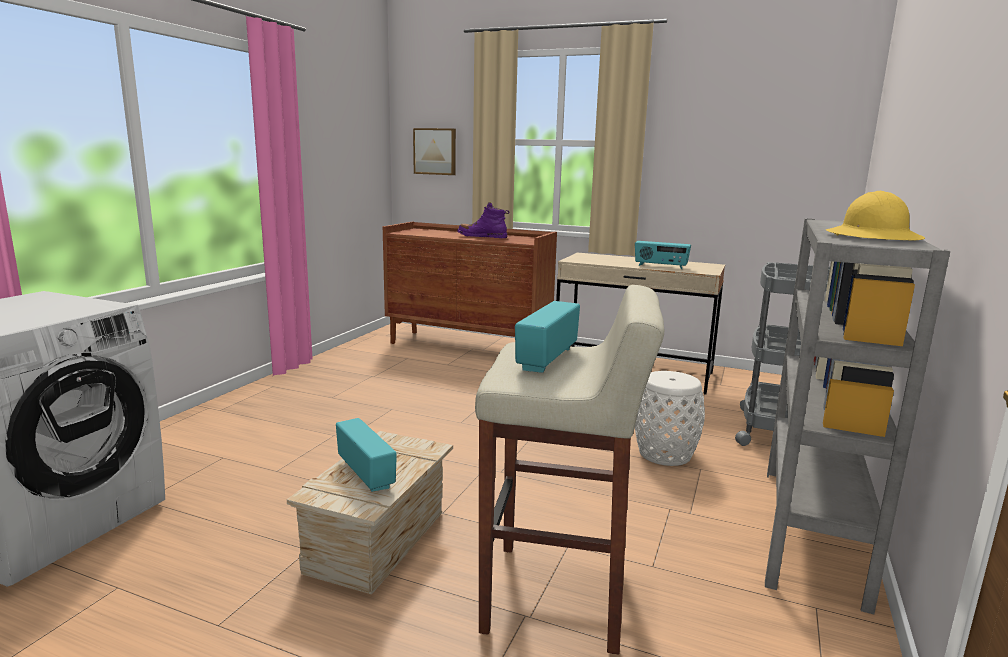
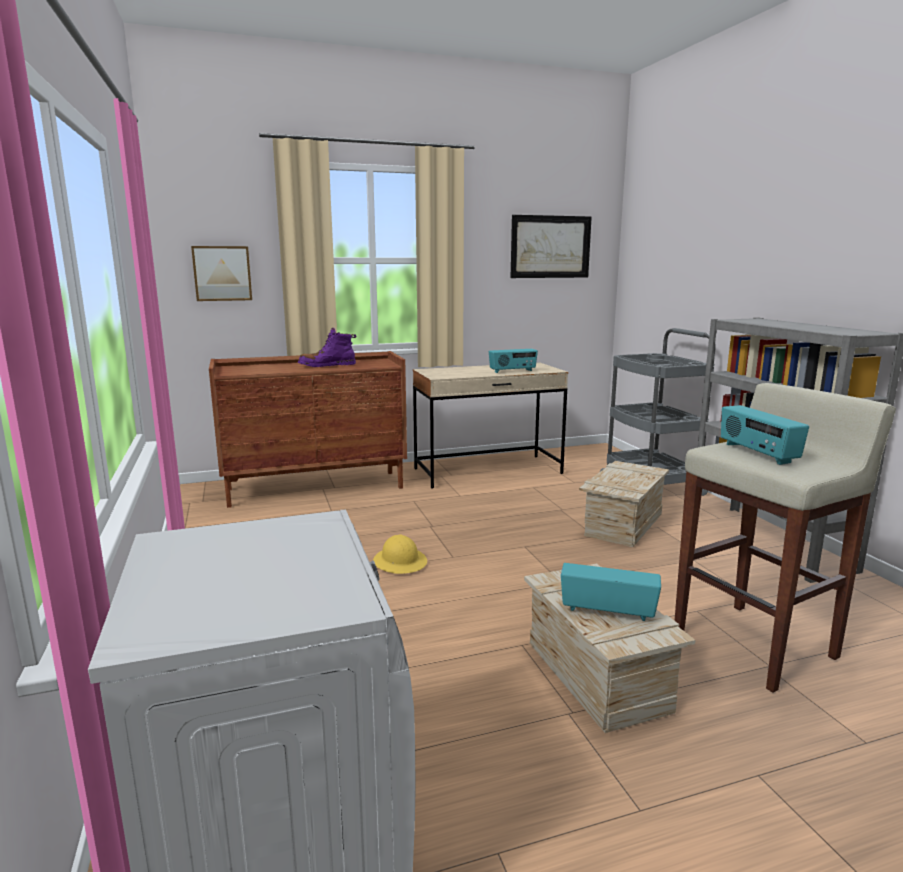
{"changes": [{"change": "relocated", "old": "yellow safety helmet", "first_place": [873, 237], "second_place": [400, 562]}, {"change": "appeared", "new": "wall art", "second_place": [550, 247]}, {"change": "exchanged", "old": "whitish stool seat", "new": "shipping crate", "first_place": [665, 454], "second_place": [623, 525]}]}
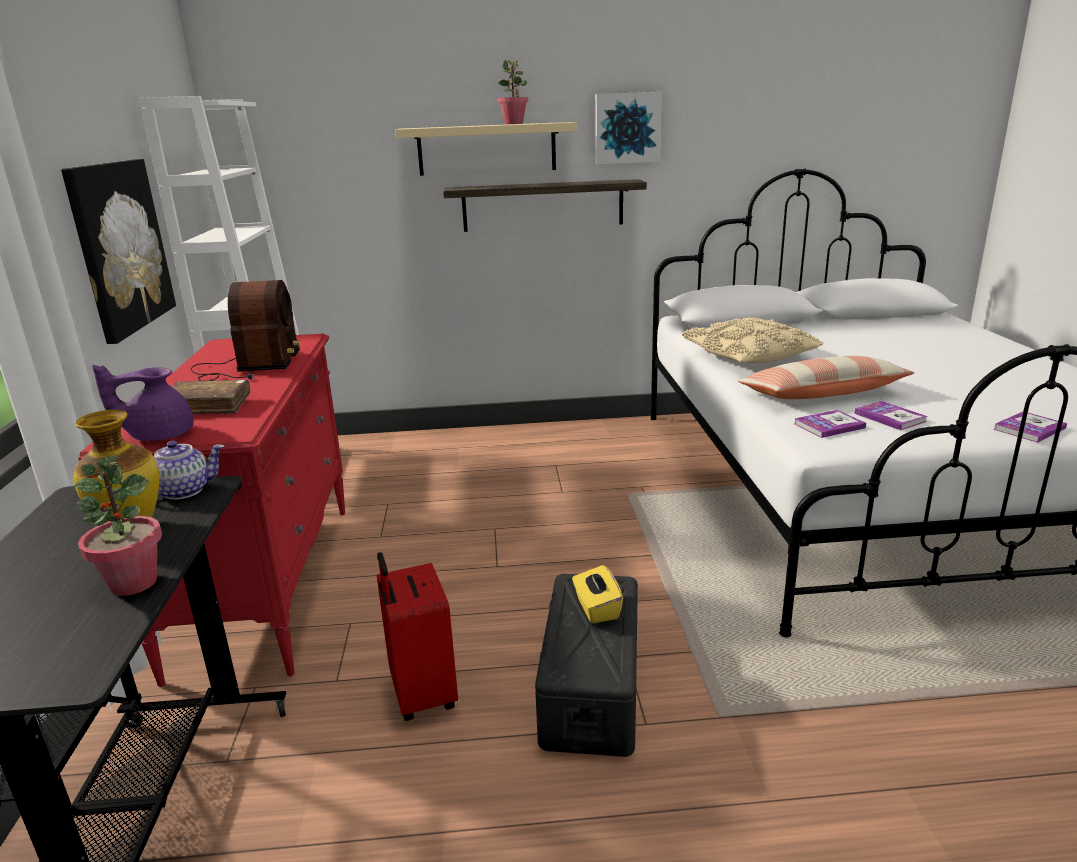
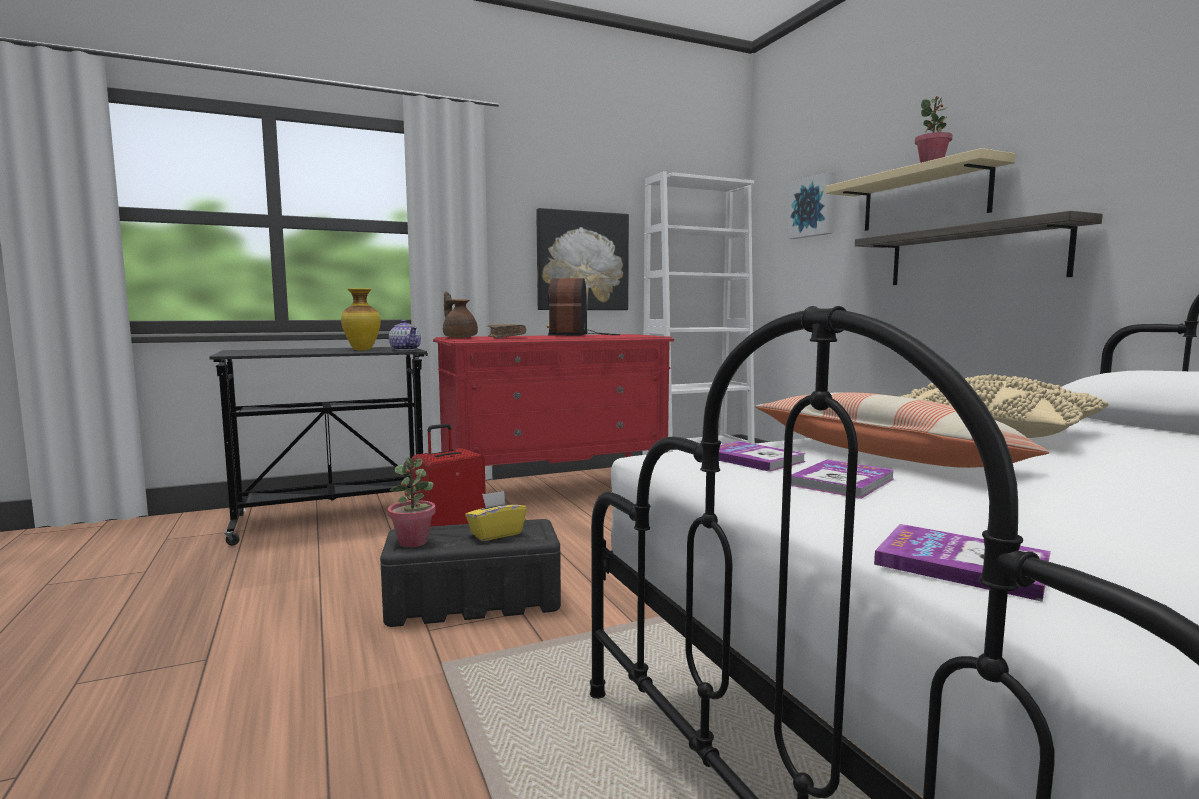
{"changes": [{"change": "relocated", "old": "potted plant", "first_place": [133, 583], "second_place": [413, 542]}, {"change": "colour", "old": "purplish tea pot", "new": "brownish tea pot", "first_place": [159, 435], "second_place": [459, 337]}, {"change": "spun", "old": "radio", "first_place": [249, 367], "second_place": [581, 336], "degrees": 120}, {"change": "relocated", "old": "wall art", "first_place": [627, 128], "second_place": [813, 207]}]}
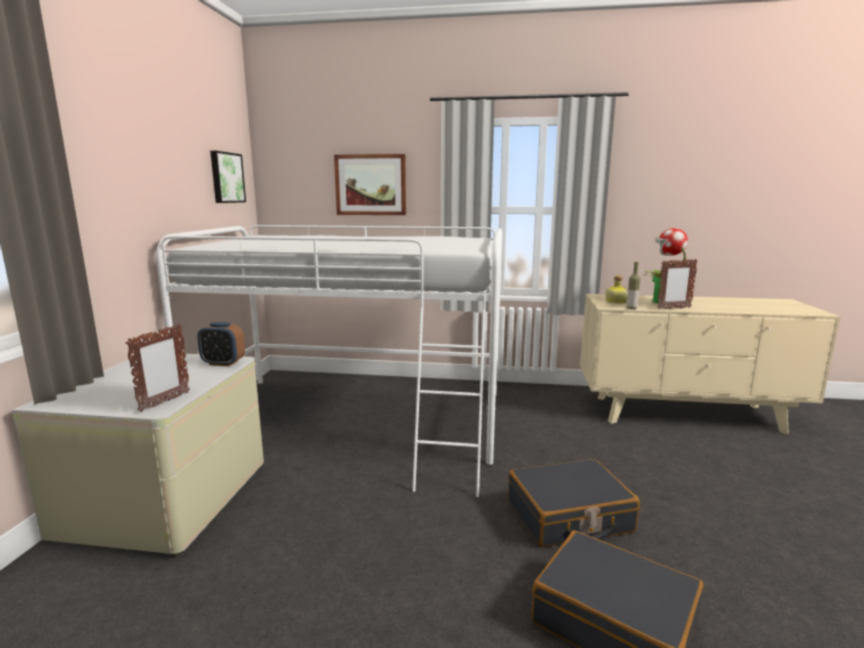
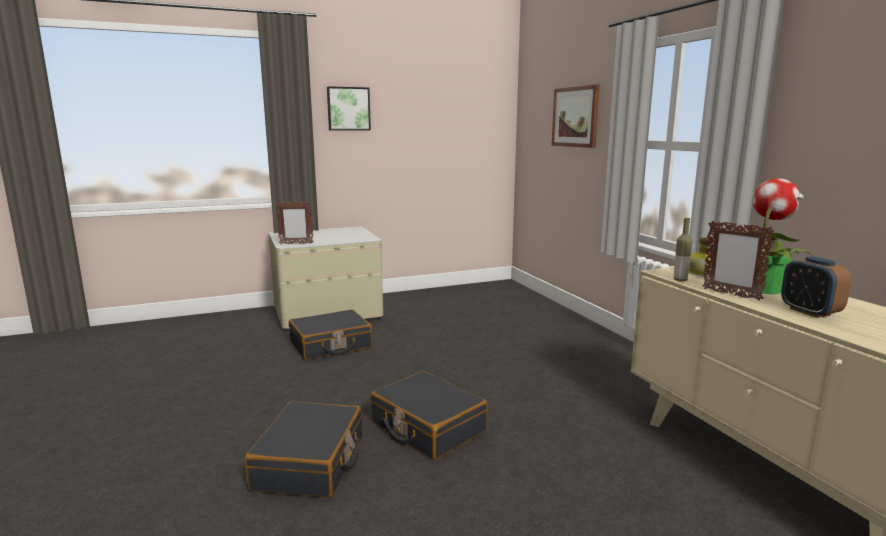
{"changes": [{"change": "appeared", "new": "black-coloured piece of luggage", "second_place": [331, 345]}, {"change": "relocated", "old": "wall art", "first_place": [226, 177], "second_place": [348, 109]}, {"change": "relocated", "old": "alarm clock", "first_place": [223, 363], "second_place": [809, 312]}, {"change": "missing", "old": "whitish bed", "first_place": [357, 417]}]}
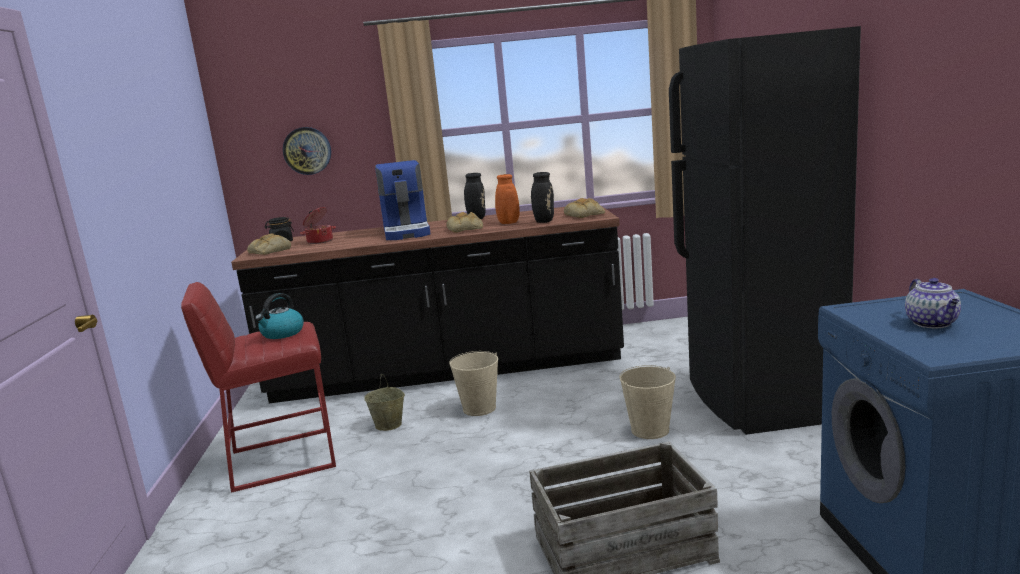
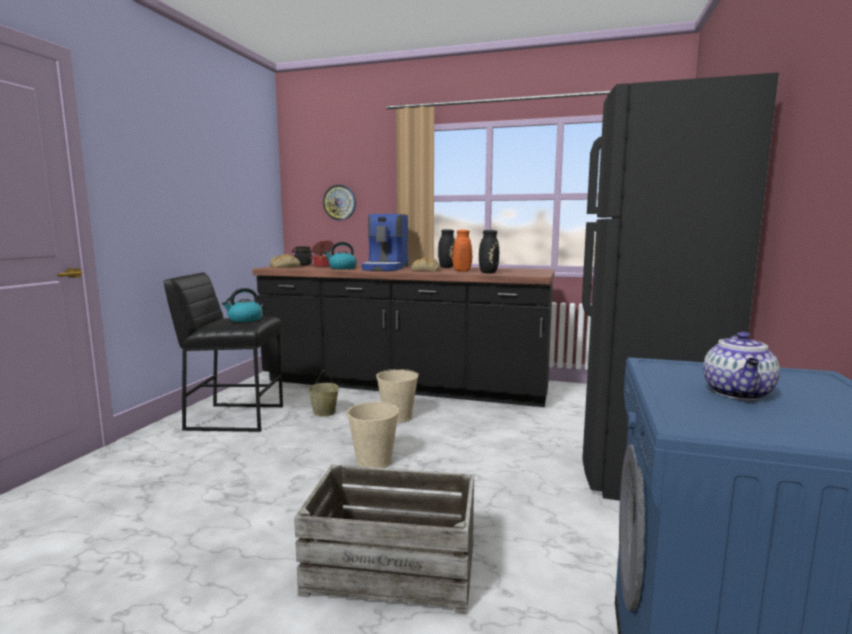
{"changes": [{"change": "colour", "old": "reddish stool seat", "new": "black-coloured stool seat", "first_place": [280, 459], "second_place": [234, 417]}, {"change": "appeared", "new": "kettle", "second_place": [342, 268]}, {"change": "relocated", "old": "beige-coloured pail", "first_place": [650, 430], "second_place": [374, 462]}, {"change": "missing", "old": "baked bread", "first_place": [585, 214]}]}
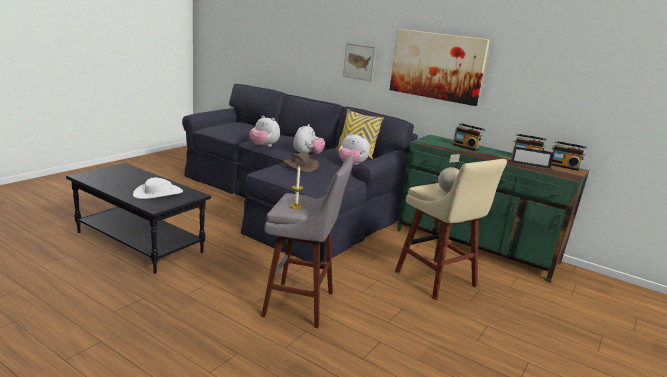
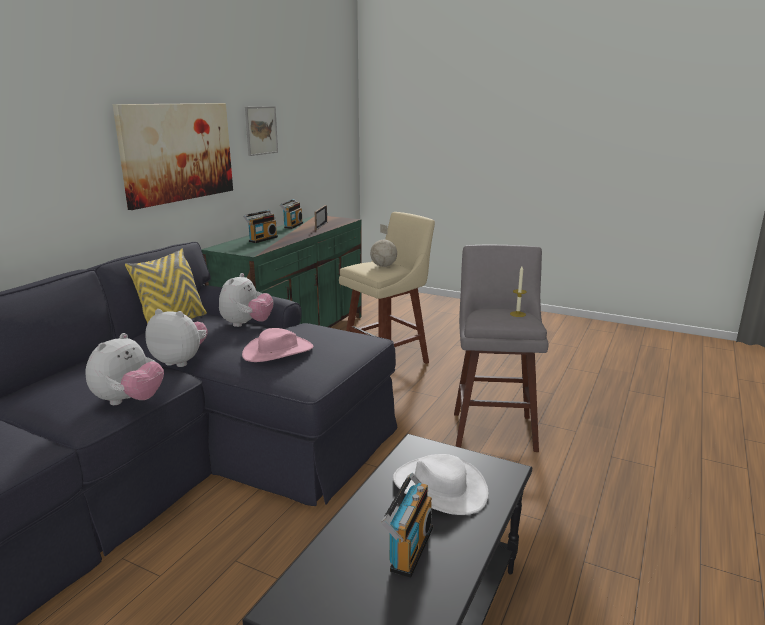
{"changes": [{"change": "colour", "old": "brownish hat", "new": "pinkish hat", "first_place": [300, 165], "second_place": [278, 351]}, {"change": "relocated", "old": "wall art", "first_place": [359, 62], "second_place": [261, 130]}, {"change": "relocated", "old": "radio", "first_place": [564, 166], "second_place": [408, 548]}]}
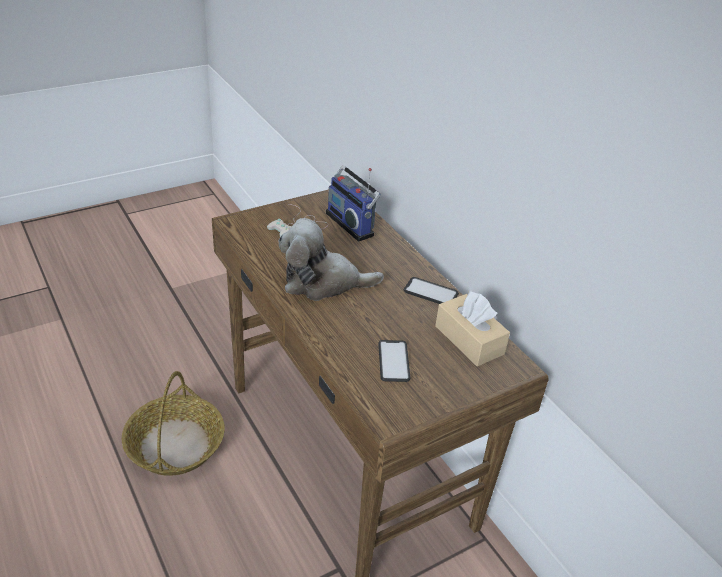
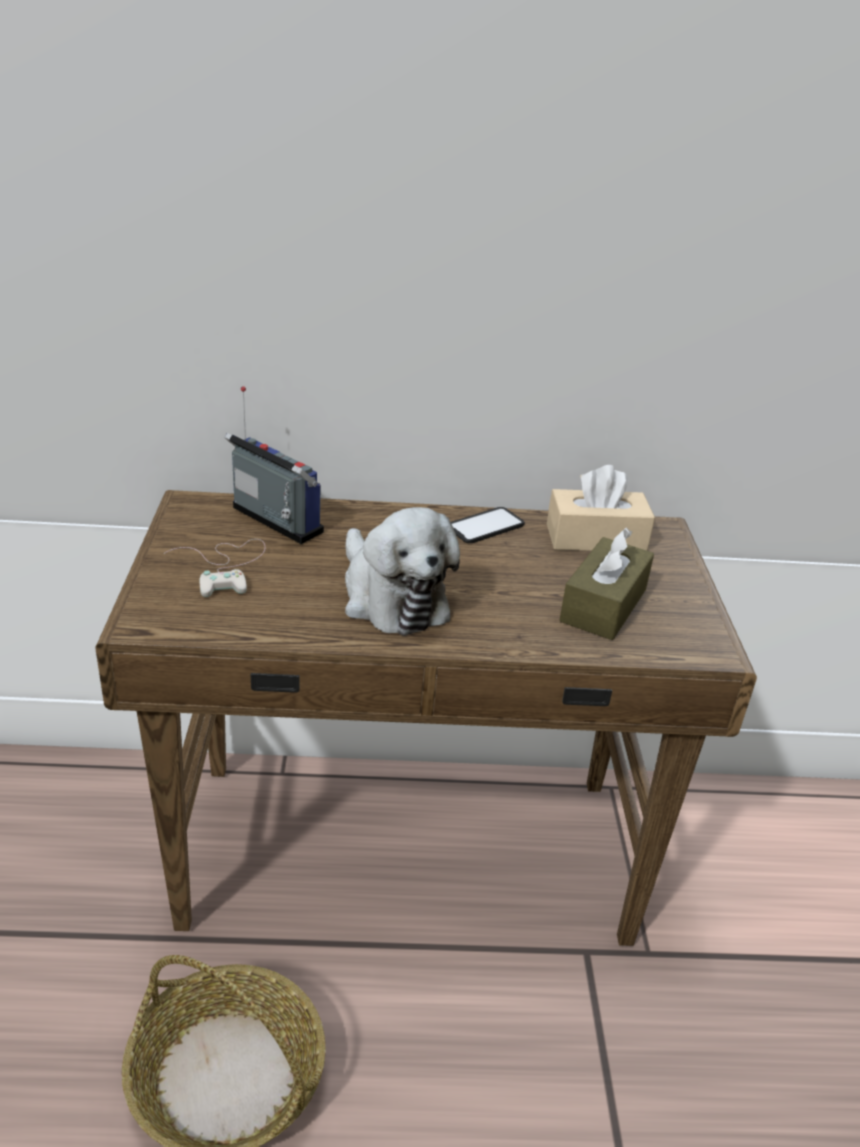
{"changes": [{"change": "spun", "old": "radio", "first_place": [352, 223], "second_place": [273, 522], "degrees": -135}, {"change": "spun", "old": "soft toy", "first_place": [323, 282], "second_place": [391, 597], "degrees": -60}, {"change": "exchanged", "old": "phone", "new": "brownish box of tissues", "first_place": [393, 361], "second_place": [603, 605]}]}
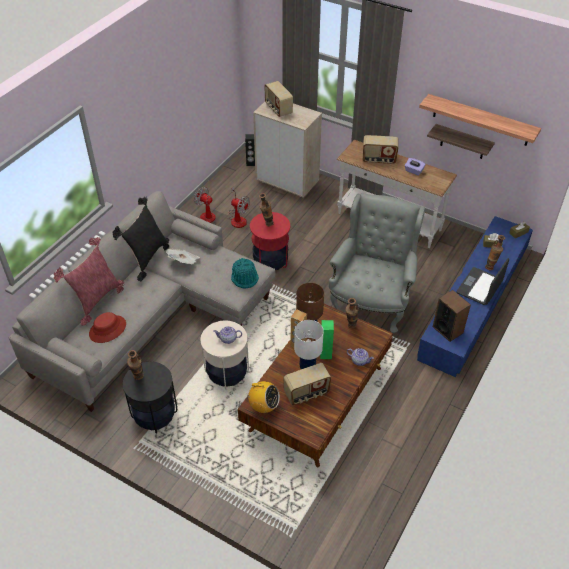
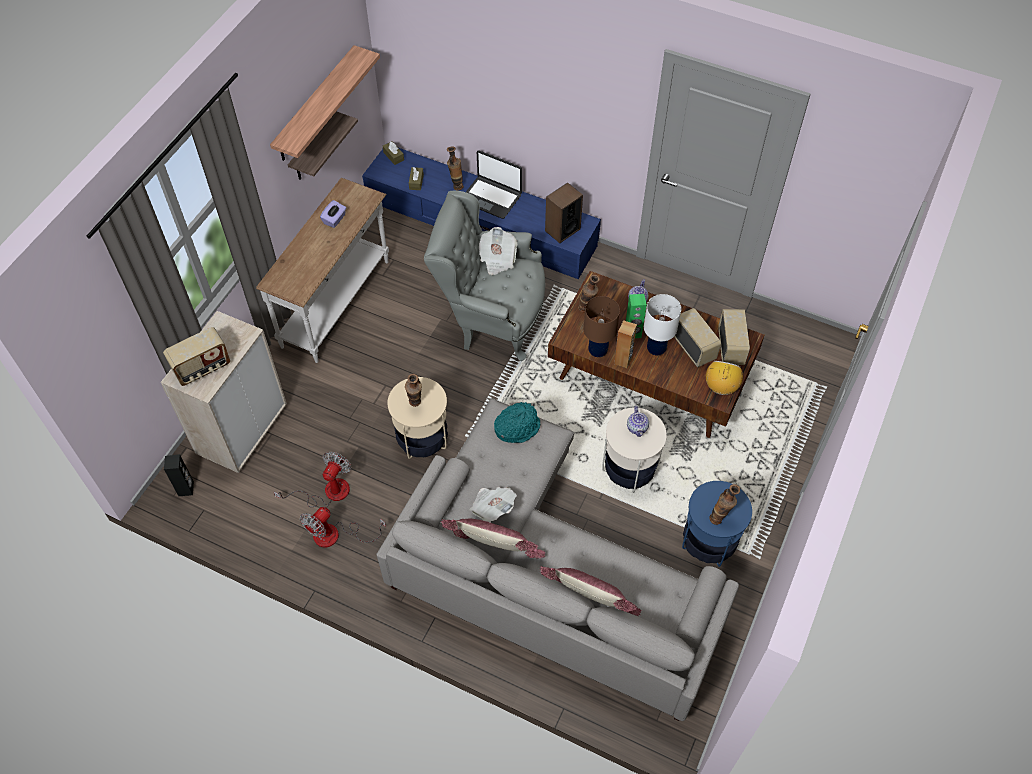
{"changes": [{"change": "colour", "old": "reddish side table", "new": "beige-coloured side table", "first_place": [270, 261], "second_place": [422, 439]}, {"change": "colour", "old": "black-coloured throw pillow", "new": "reddish throw pillow", "first_place": [146, 261], "second_place": [494, 559]}, {"change": "appeared", "new": "newspaper", "second_place": [497, 259]}, {"change": "colour", "old": "black-coloured side table", "new": "bluish side table", "first_place": [154, 416], "second_place": [708, 543]}, {"change": "relocated", "old": "radio", "first_place": [379, 159], "second_place": [731, 348]}, {"change": "missing", "old": "reddish hat", "first_place": [107, 329]}]}
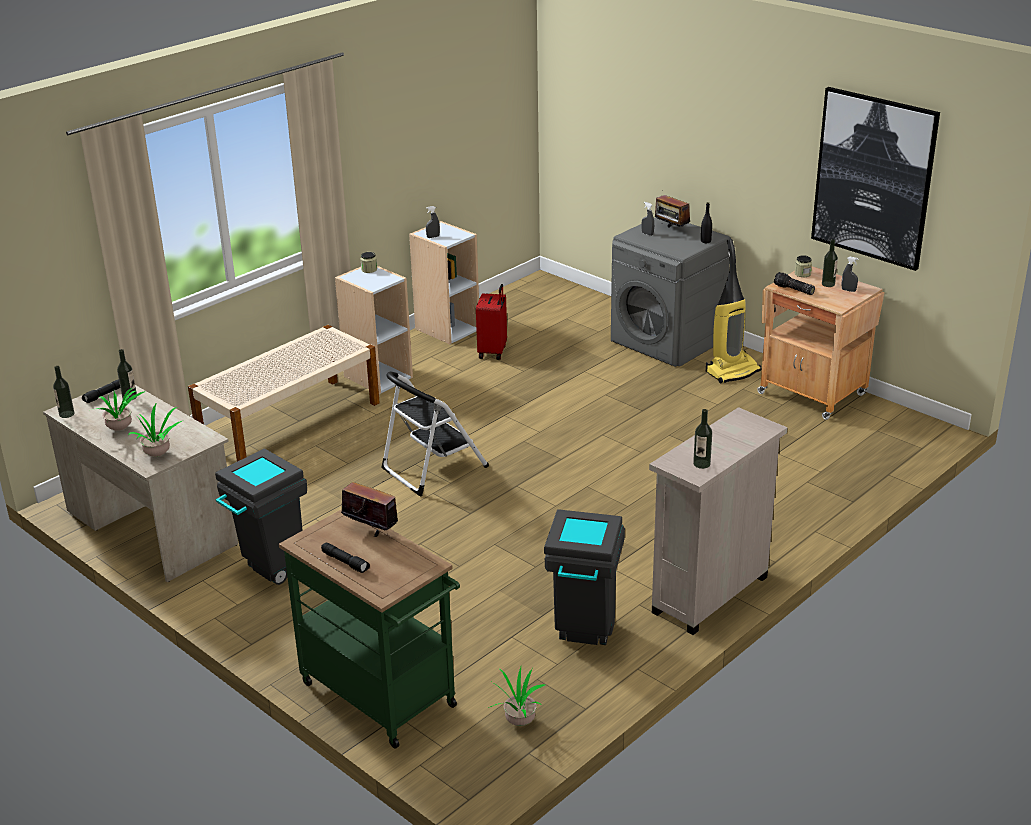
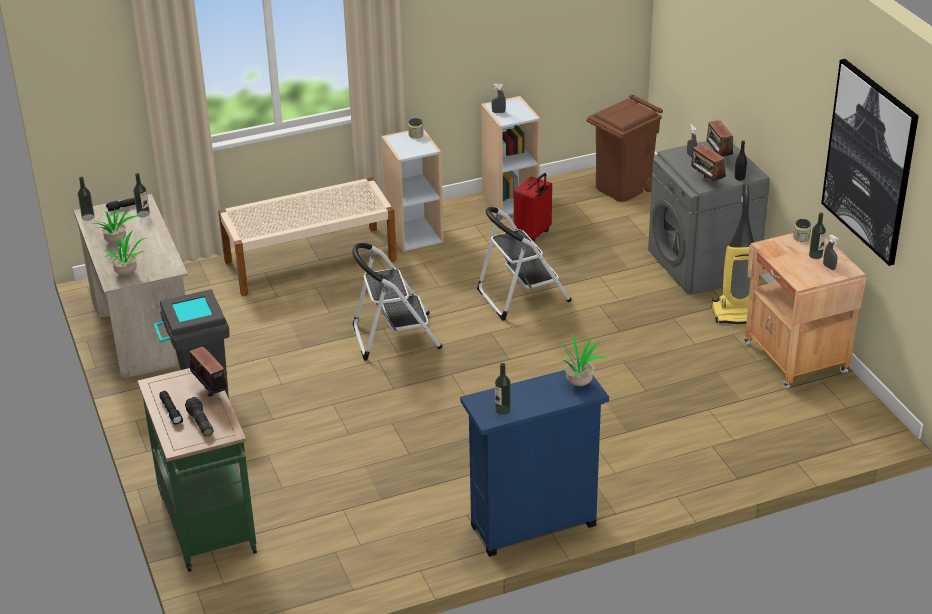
{"changes": [{"change": "relocated", "old": "flashlight", "first_place": [793, 290], "second_place": [199, 423]}, {"change": "colour", "old": "beige-coloured storage cabinet", "new": "bluish storage cabinet", "first_place": [710, 596], "second_place": [532, 527]}, {"change": "appeared", "new": "stepladder", "second_place": [520, 296]}, {"change": "relocated", "old": "potted plant", "first_place": [518, 721], "second_place": [577, 382]}, {"change": "appeared", "new": "brownish rubbish bin", "second_place": [622, 188]}, {"change": "appeared", "new": "radio", "second_place": [706, 181]}, {"change": "missing", "old": "greyish rubbish bin", "first_place": [583, 637]}]}
